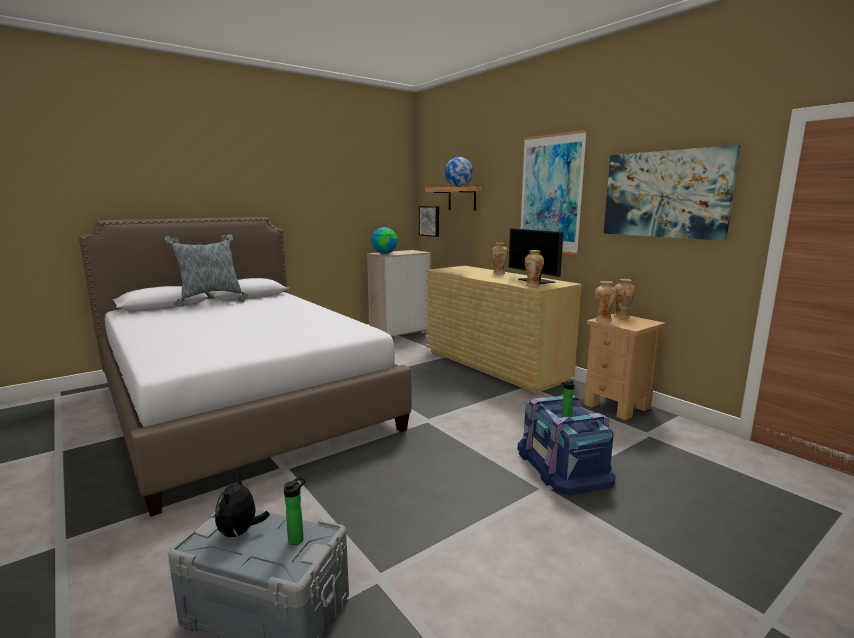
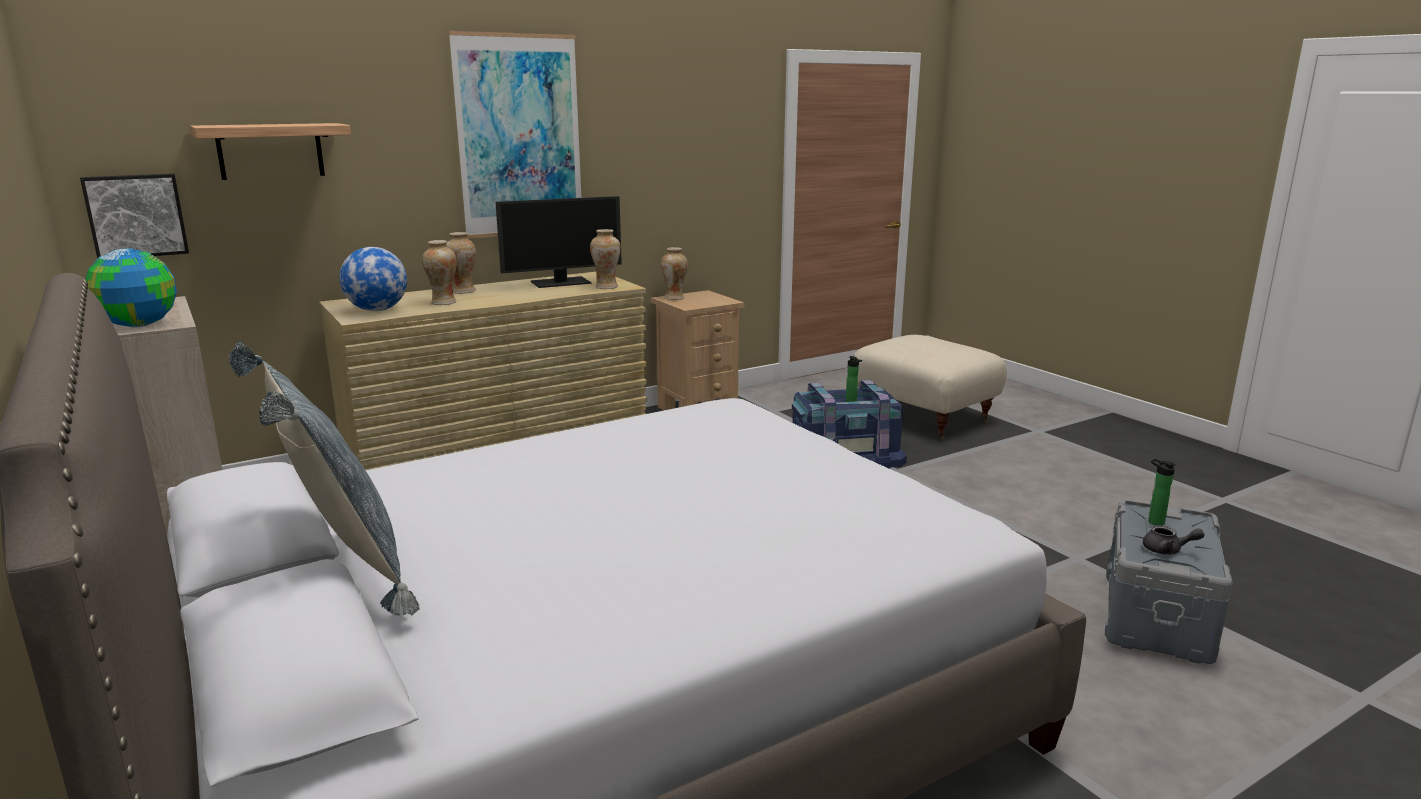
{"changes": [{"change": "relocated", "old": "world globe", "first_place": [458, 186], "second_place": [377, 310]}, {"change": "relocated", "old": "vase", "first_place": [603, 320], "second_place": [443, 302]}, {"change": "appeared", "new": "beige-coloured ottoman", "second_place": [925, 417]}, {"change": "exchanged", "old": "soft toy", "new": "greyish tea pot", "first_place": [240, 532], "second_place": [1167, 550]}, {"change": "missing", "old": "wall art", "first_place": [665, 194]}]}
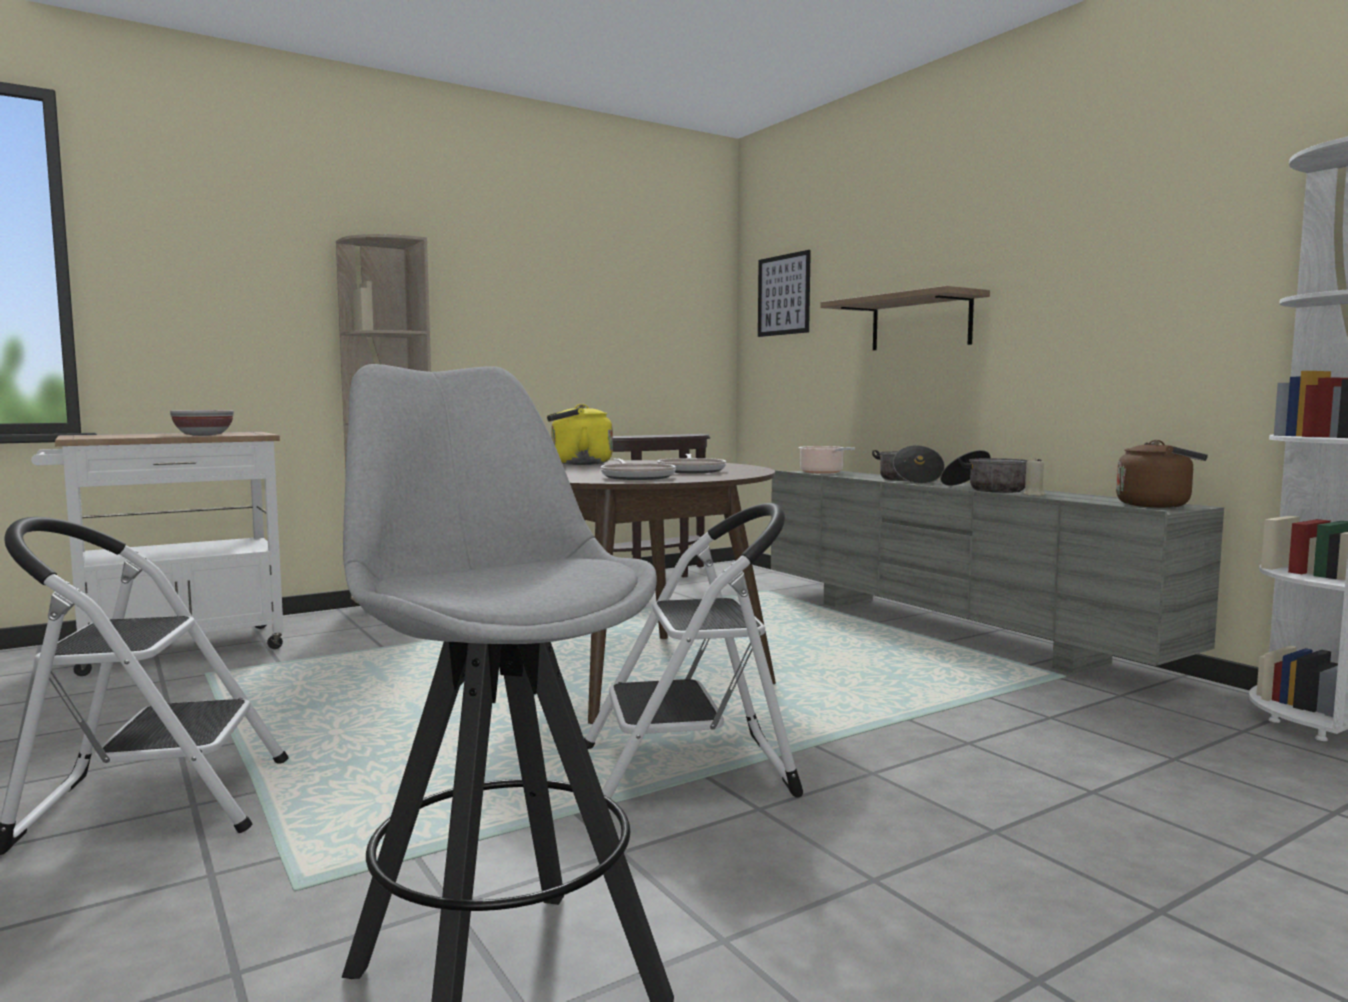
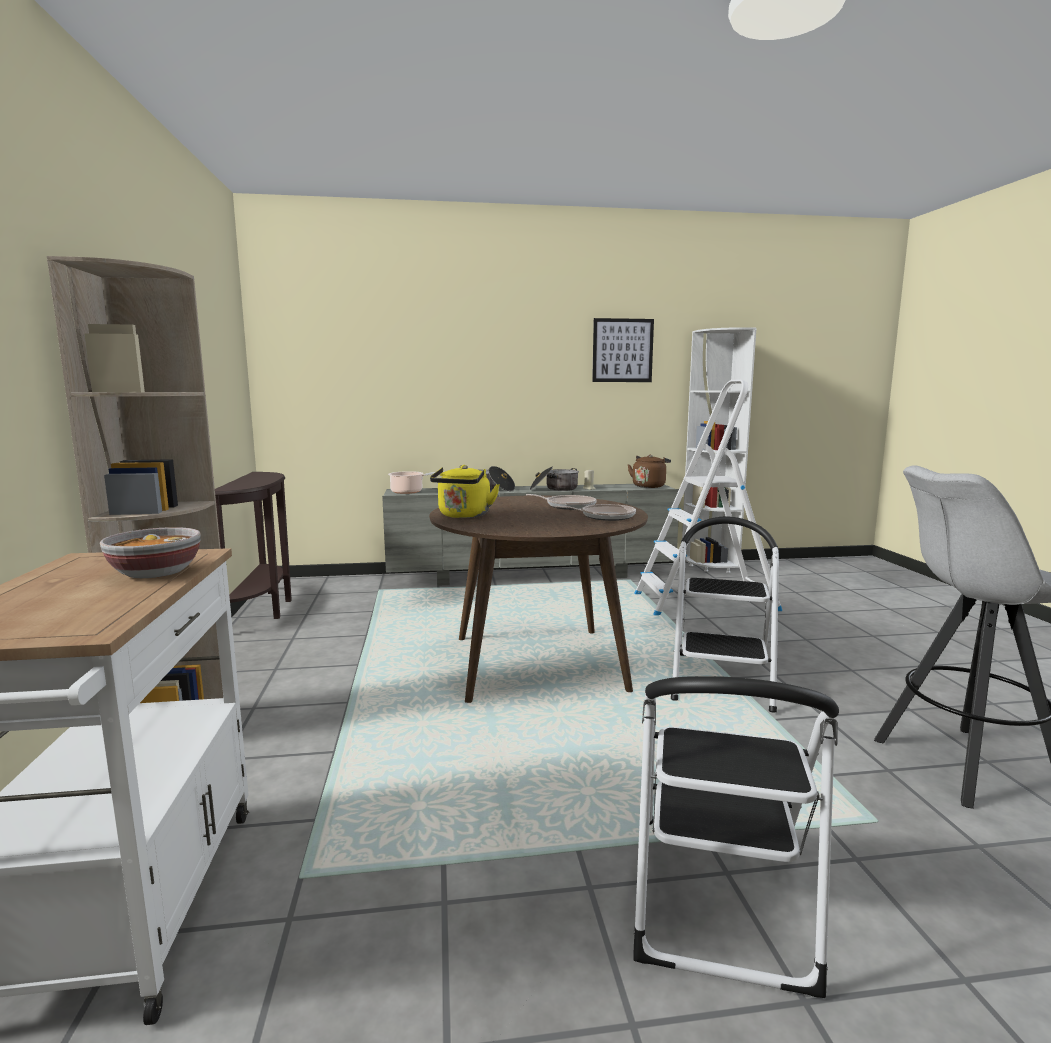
{"changes": [{"change": "relocated", "old": "wall art", "first_place": [783, 295], "second_place": [622, 350]}, {"change": "appeared", "new": "whitish stepladder", "second_place": [704, 602]}, {"change": "missing", "old": "bracket shelf", "first_place": [920, 323]}]}
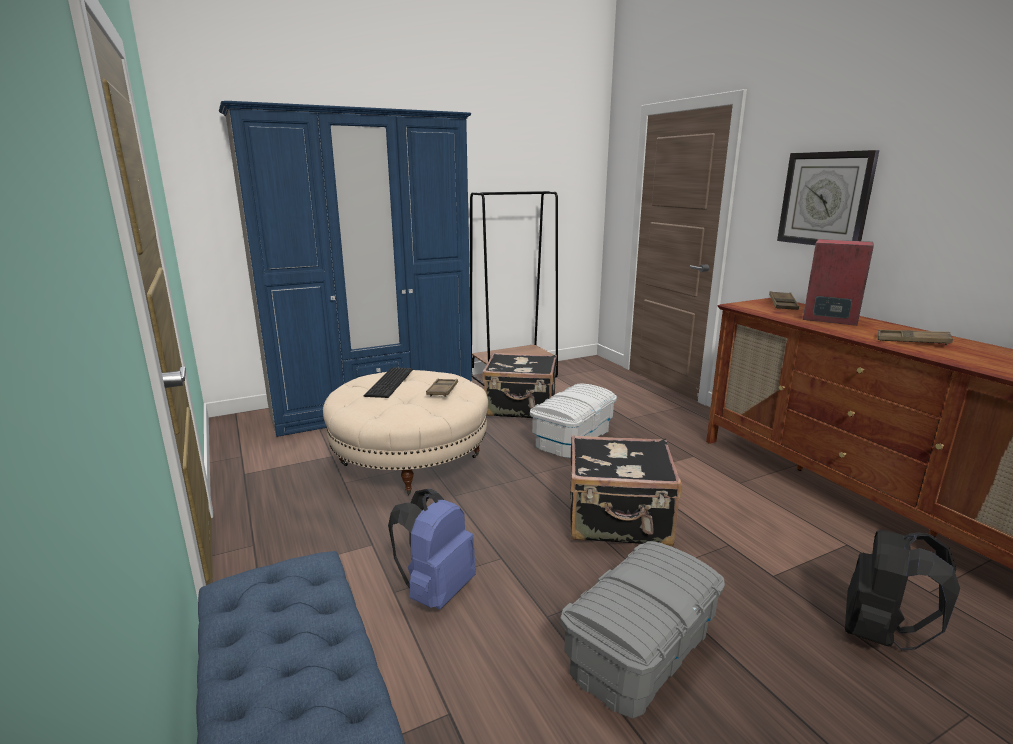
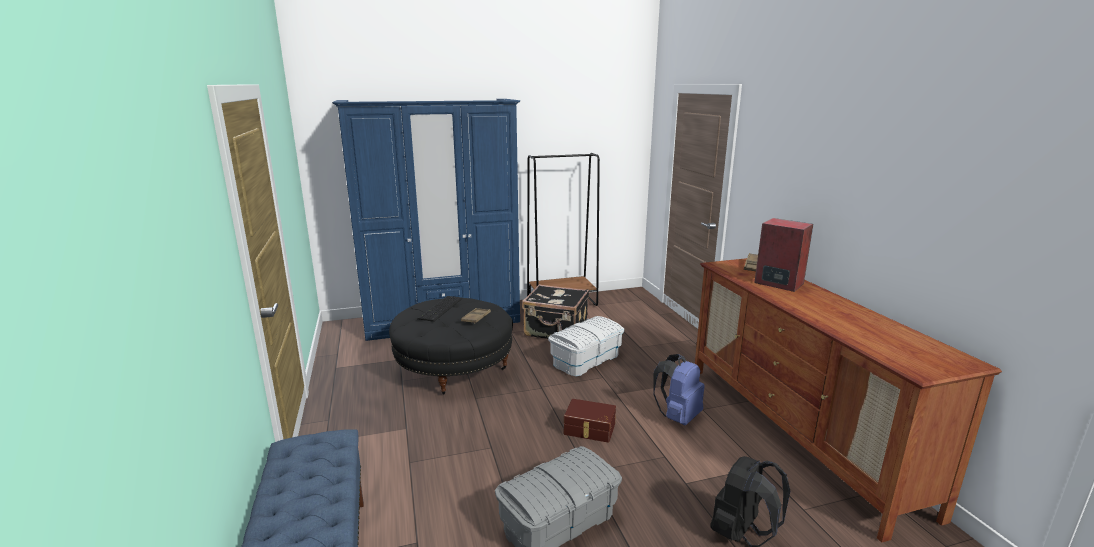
{"changes": [{"change": "colour", "old": "beige-coloured ottoman", "new": "black-coloured ottoman", "first_place": [410, 462], "second_place": [454, 369]}, {"change": "exchanged", "old": "black-coloured piece of luggage", "new": "brownish storage bin", "first_place": [618, 521], "second_place": [589, 429]}, {"change": "relocated", "old": "bluish knapsack", "first_place": [436, 590], "second_place": [677, 417]}, {"change": "missing", "old": "hanging clock", "first_place": [825, 199]}, {"change": "missing", "old": "brownish carrying tray", "first_place": [912, 341]}]}
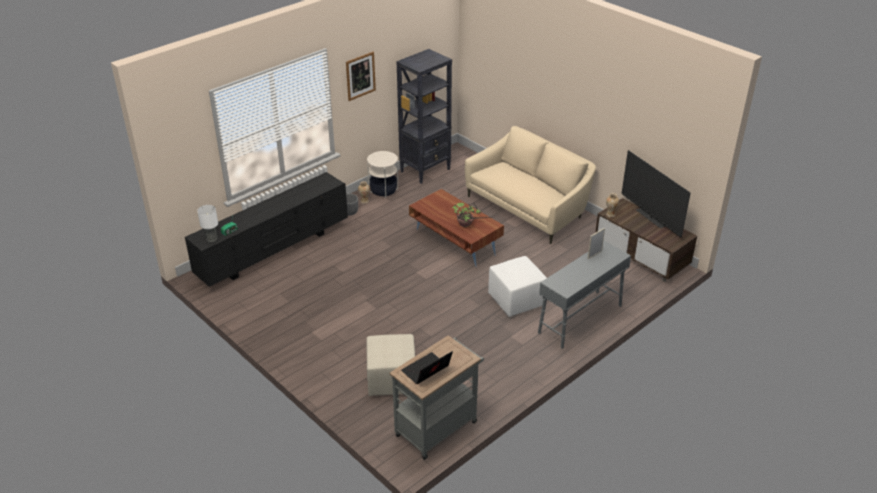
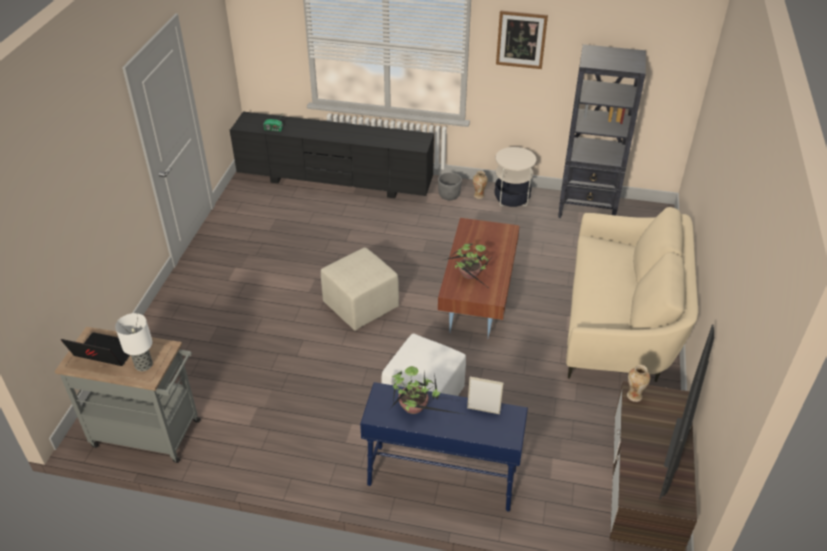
{"changes": [{"change": "relocated", "old": "tabletop lamp", "first_place": [211, 238], "second_place": [143, 364]}, {"change": "relocated", "old": "beige-coloured ottoman", "first_place": [391, 379], "second_place": [361, 305]}, {"change": "colour", "old": "greyish narrow table", "new": "bluish narrow table", "first_place": [579, 319], "second_place": [442, 477]}, {"change": "appeared", "new": "potted plant", "second_place": [415, 409]}]}
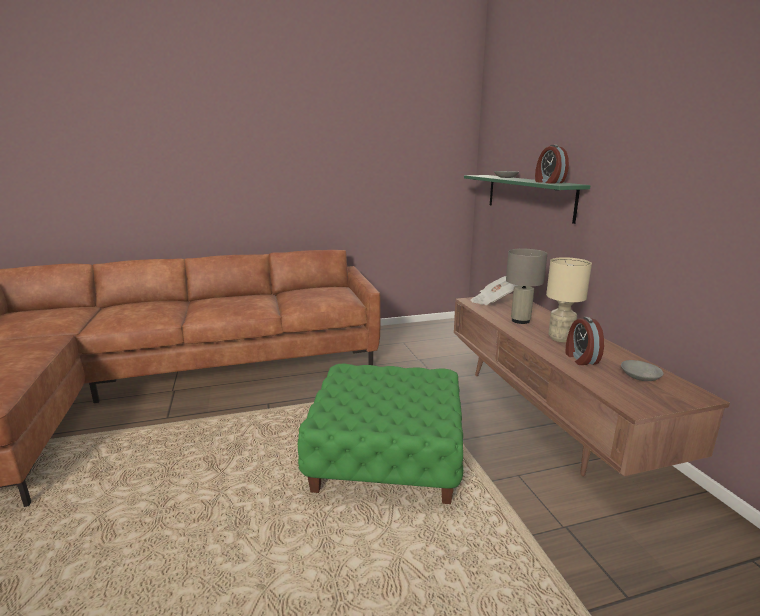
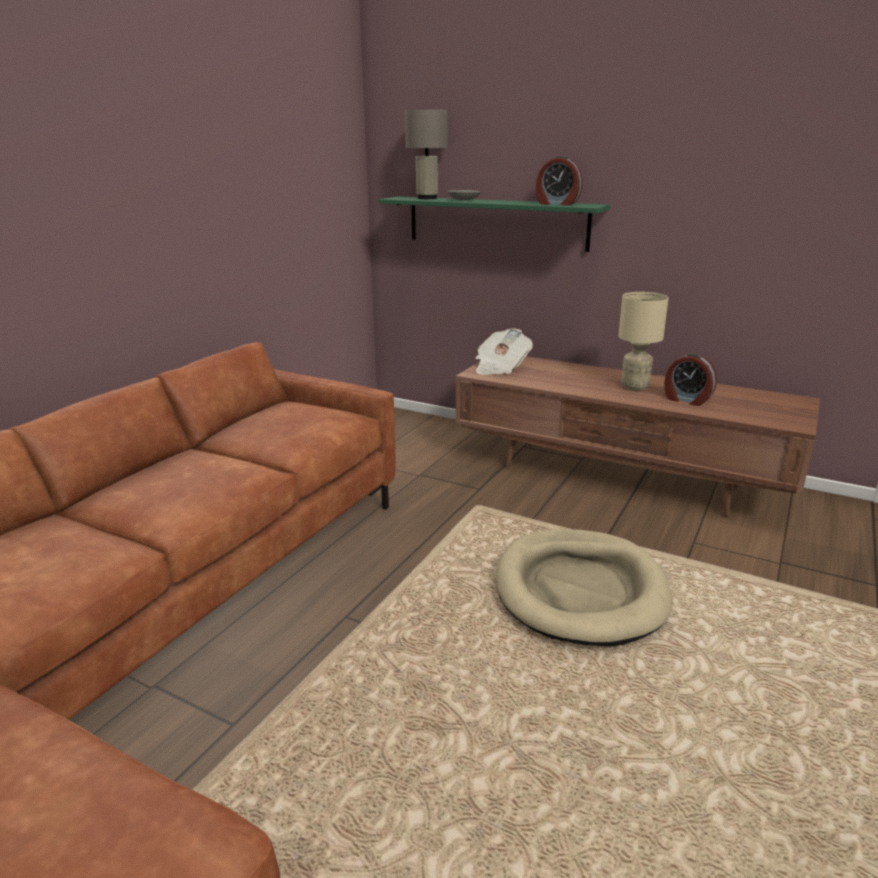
{"changes": [{"change": "relocated", "old": "greyish tabletop lamp", "first_place": [521, 321], "second_place": [427, 198]}, {"change": "exchanged", "old": "green-coloured ottoman", "new": "beige-coloured dog cushion", "first_place": [386, 455], "second_place": [580, 591]}, {"change": "missing", "old": "greyish deep dish", "first_place": [640, 377]}]}
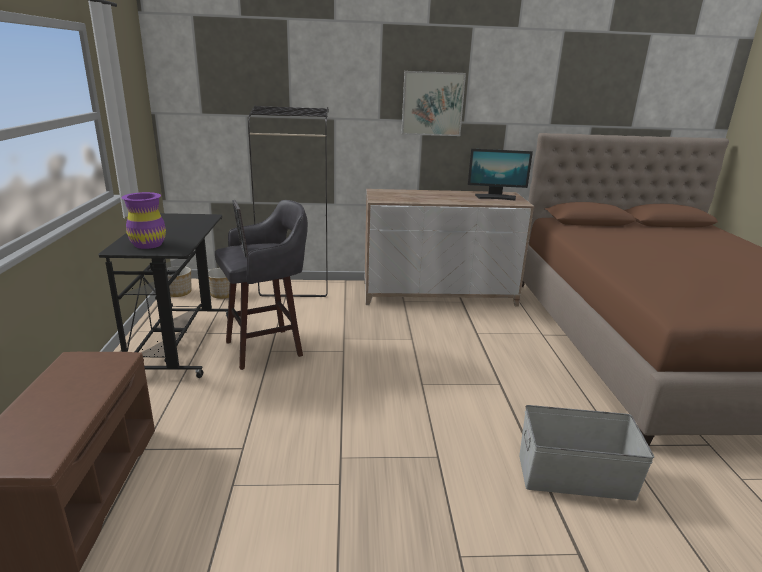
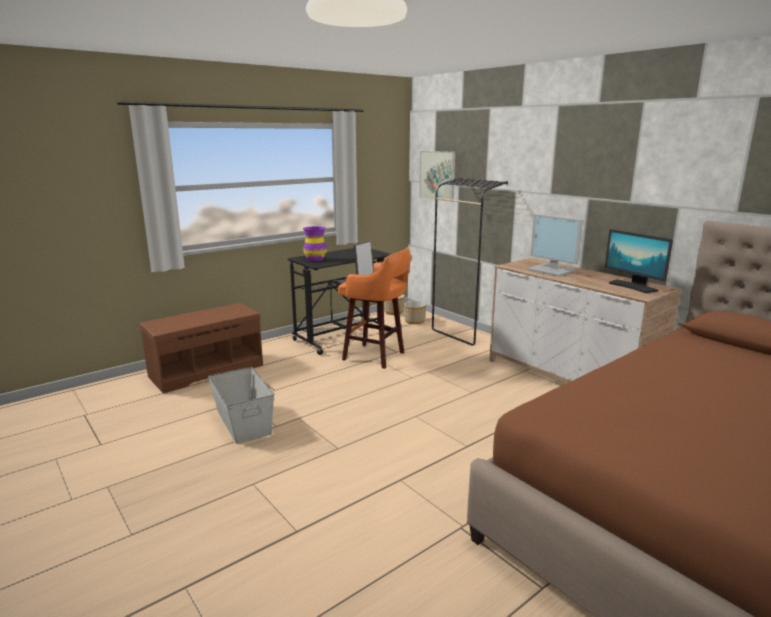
{"changes": [{"change": "relocated", "old": "greyish storage bin", "first_place": [574, 476], "second_place": [244, 421]}, {"change": "colour", "old": "greyish stool seat", "new": "orange stool seat", "first_place": [267, 348], "second_place": [376, 357]}, {"change": "relocated", "old": "wall art", "first_place": [432, 104], "second_place": [437, 175]}, {"change": "appeared", "new": "computer display", "second_place": [552, 270]}]}
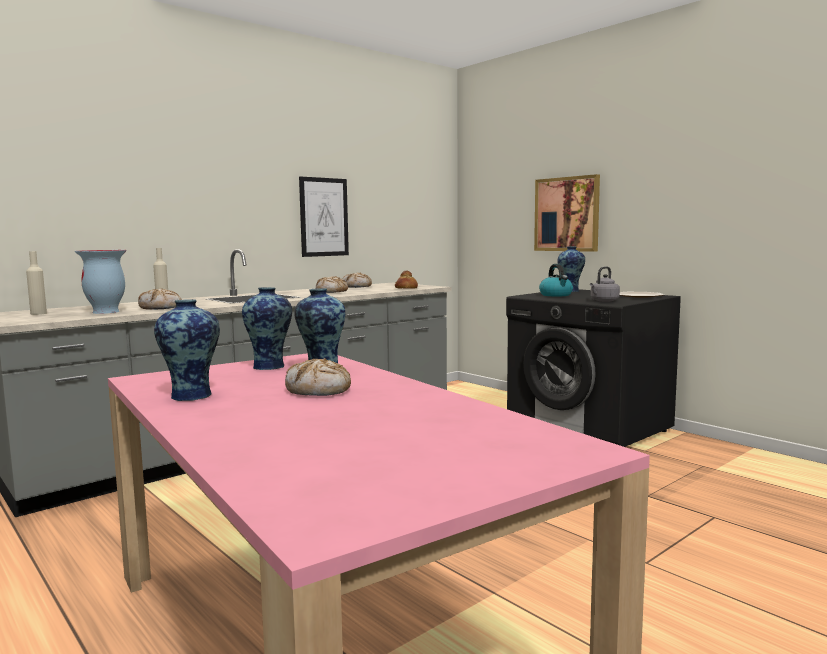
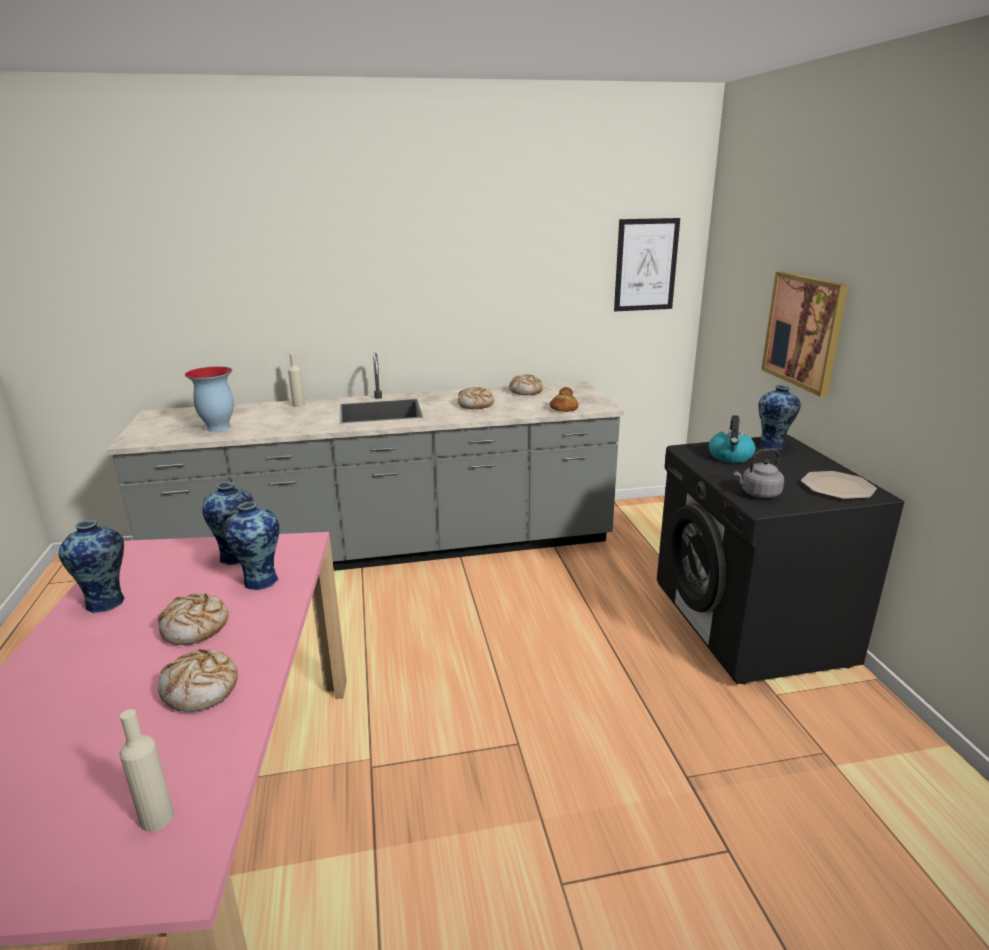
{"changes": [{"change": "relocated", "old": "beige-coloured drink bottle", "first_place": [38, 313], "second_place": [157, 818]}, {"change": "relocated", "old": "baked bread", "first_place": [161, 308], "second_place": [201, 689]}, {"change": "relocated", "old": "wall art", "first_place": [324, 217], "second_place": [646, 265]}]}
